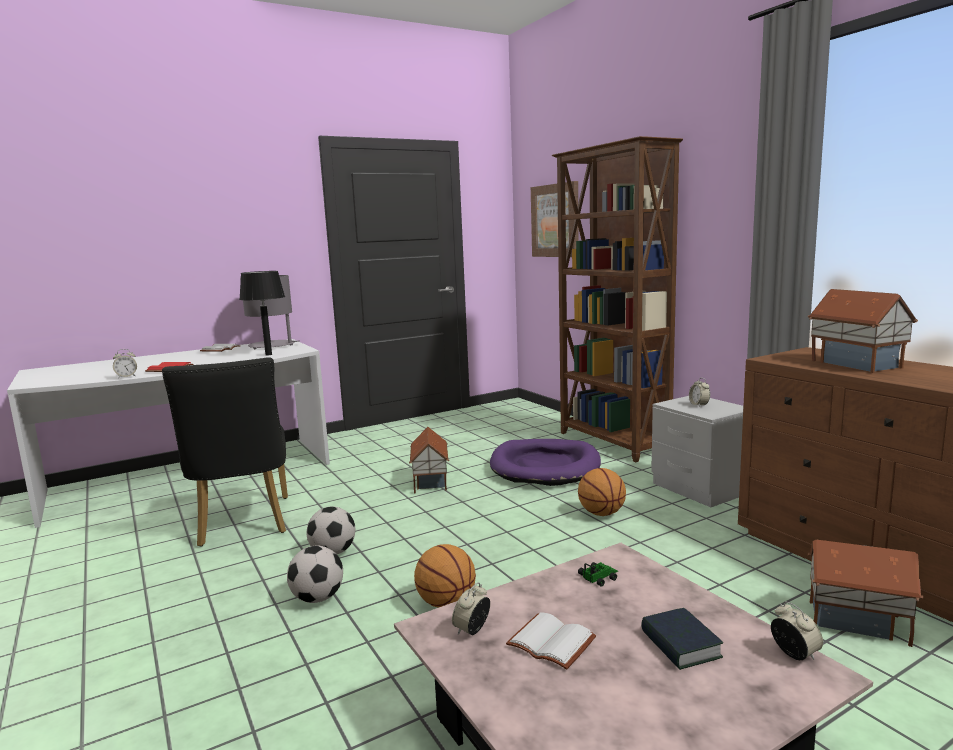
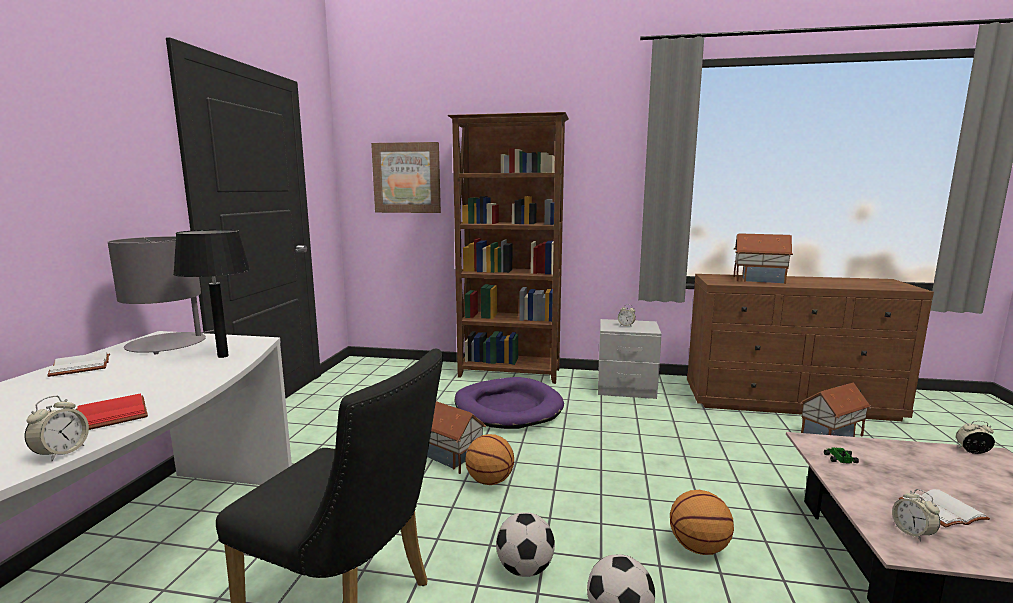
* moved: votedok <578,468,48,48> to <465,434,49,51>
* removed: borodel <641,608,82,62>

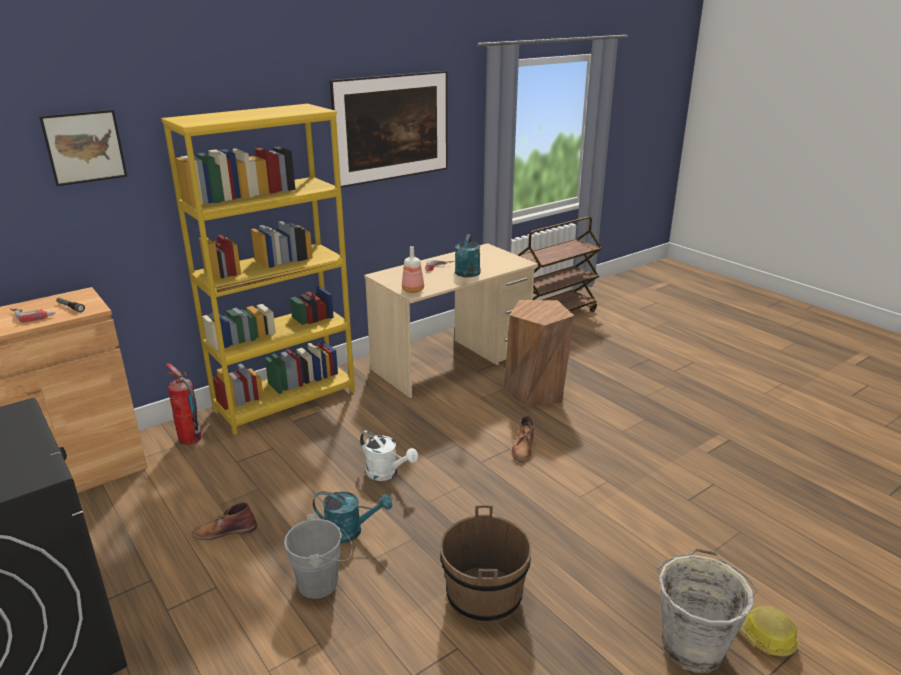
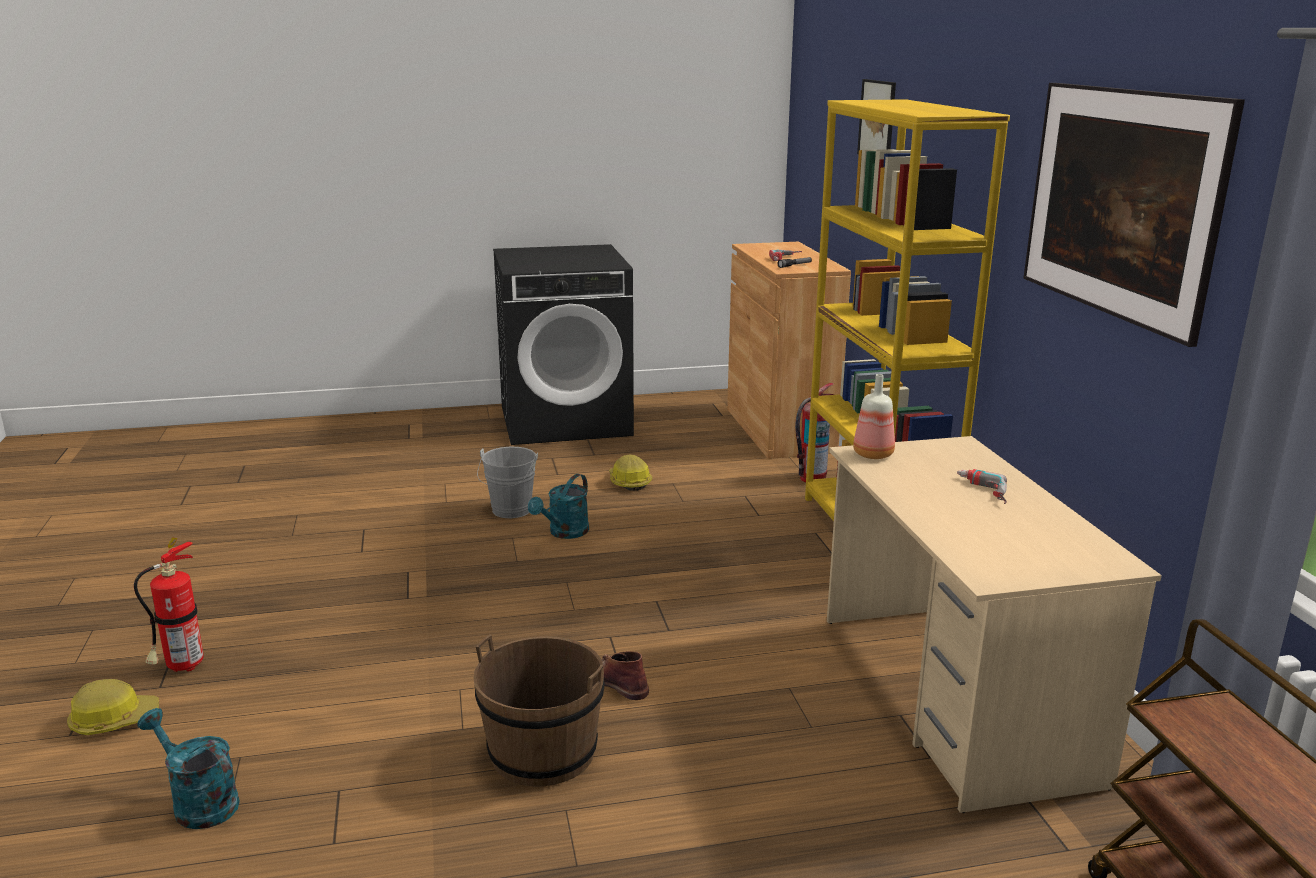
* replaced: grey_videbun <657,548,100,125> to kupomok <134,537,70,135>
* moved: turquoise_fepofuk <455,234,25,43> to <137,708,103,121>
* moved: brown_videbun <440,505,92,120> to <473,635,132,151>
* replaced: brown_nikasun <192,502,65,38> to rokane <609,455,43,36>
* removed: white_fepofuk <360,430,58,51>
* removed: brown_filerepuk <504,300,71,106>

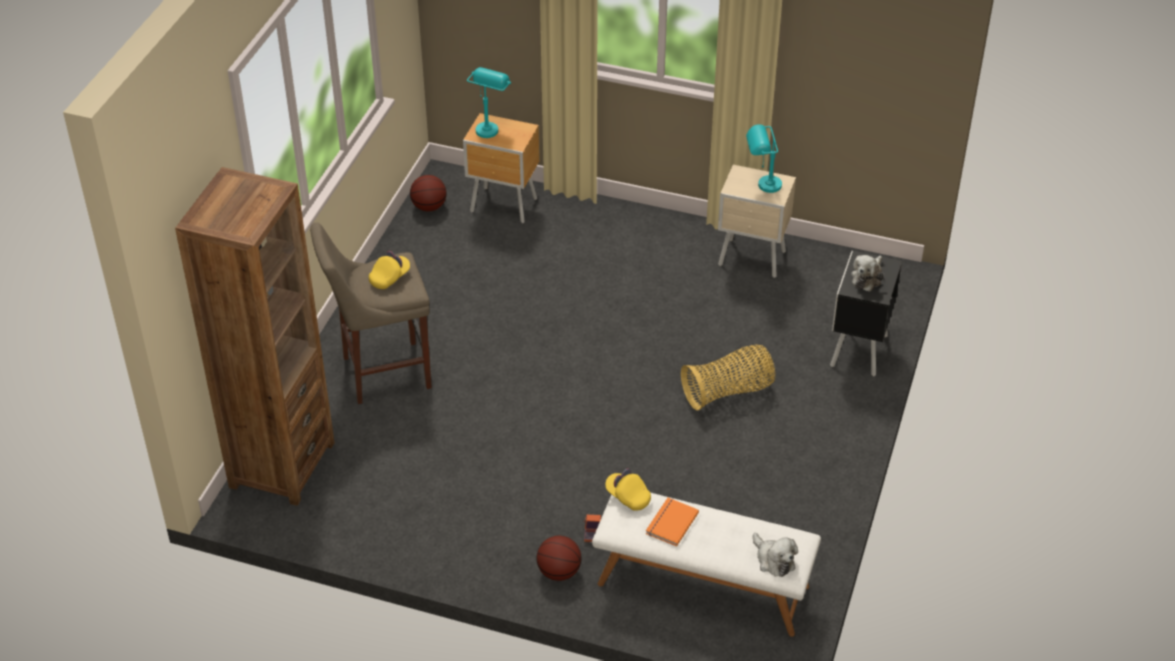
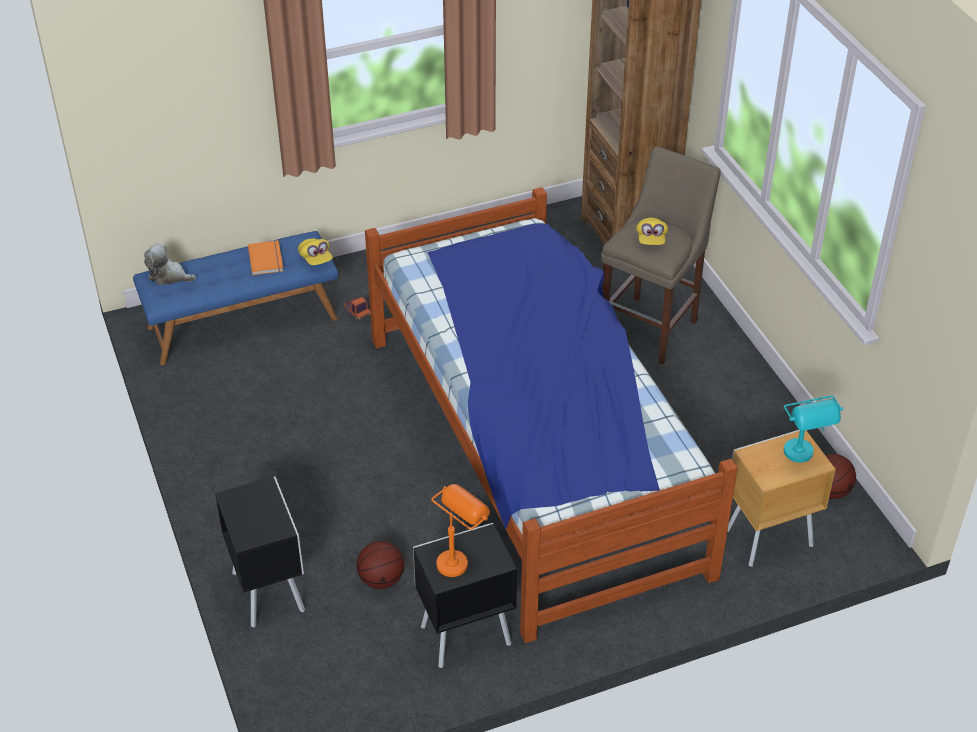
* recoloured: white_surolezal <592,493,229,144> to blue_surolezal <133,231,205,134>
* turned: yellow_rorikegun <605,468,46,43> = <298,239,35,26> 60 degrees clockwise
* moved: votedok <537,536,44,45> to <357,541,47,48>
* added: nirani <365,187,373,456>
* recoloured: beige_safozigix <718,165,78,113> to black_safozigix <413,523,104,145>
* recoloured: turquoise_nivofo <746,124,36,69> to orange_nivofo <431,484,59,93>
* removed: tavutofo <681,345,94,65>
* removed: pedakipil <851,255,33,37>

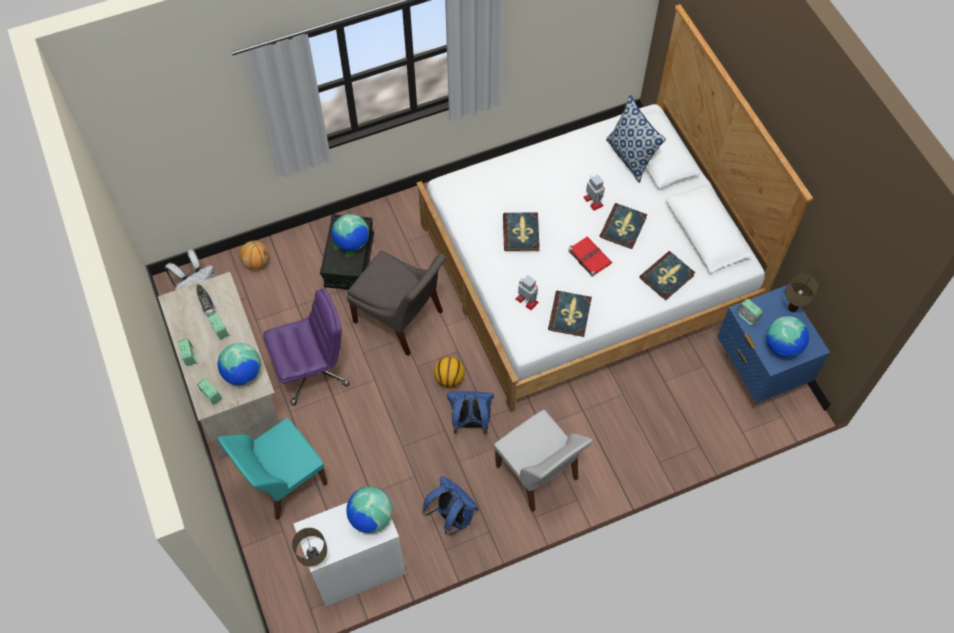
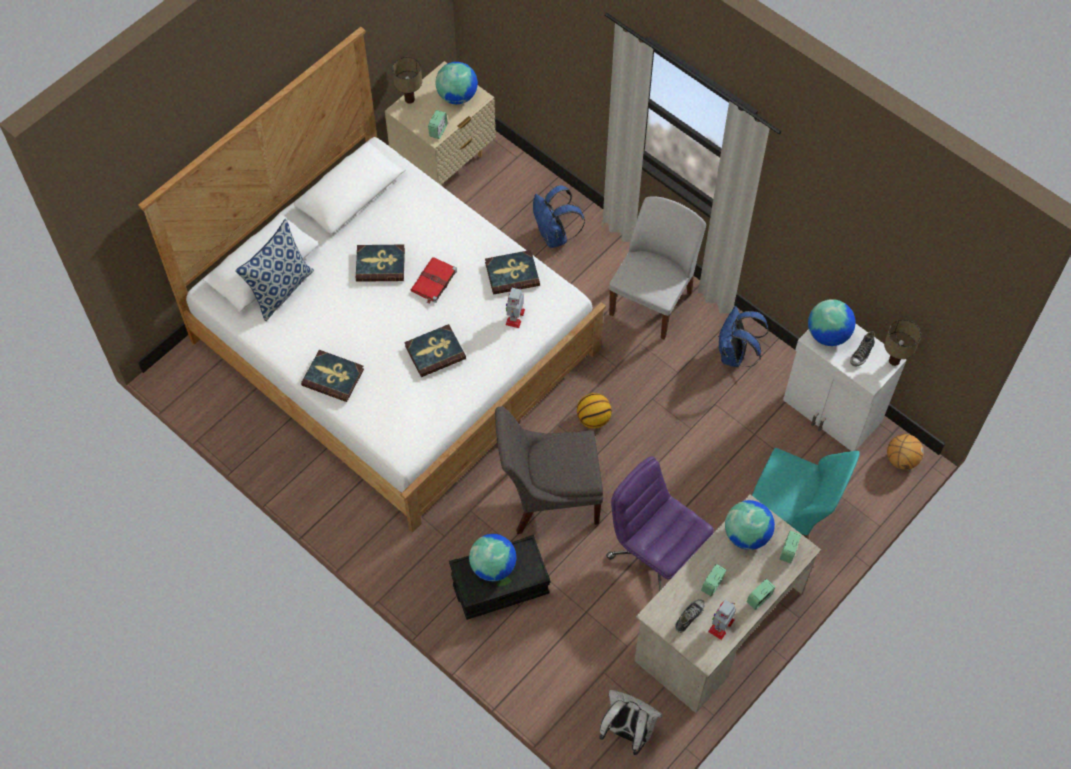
* moved: borodel <640,251,55,49> to <301,350,63,52>
* recoloured: blue_safozigix <717,285,113,119> to beige_safozigix <385,61,111,124>
* turned: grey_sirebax <347,251,99,105> = <495,406,108,128> 105 degrees counterclockwise
* moved: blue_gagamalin <447,391,47,43> to <533,185,52,63>
* moved: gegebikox <583,175,22,36> to <708,600,28,40>
* added: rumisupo <850,331,25,35>
* moved: votedok <239,241,30,29> to <887,434,37,36>

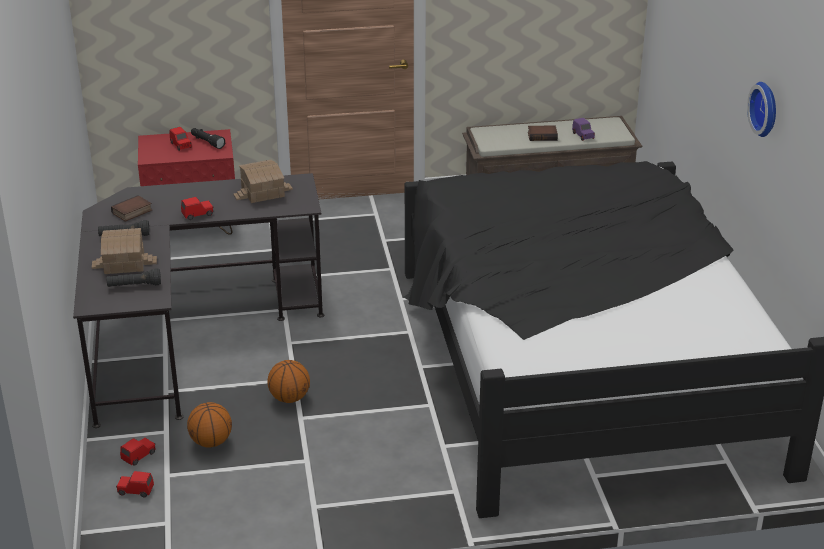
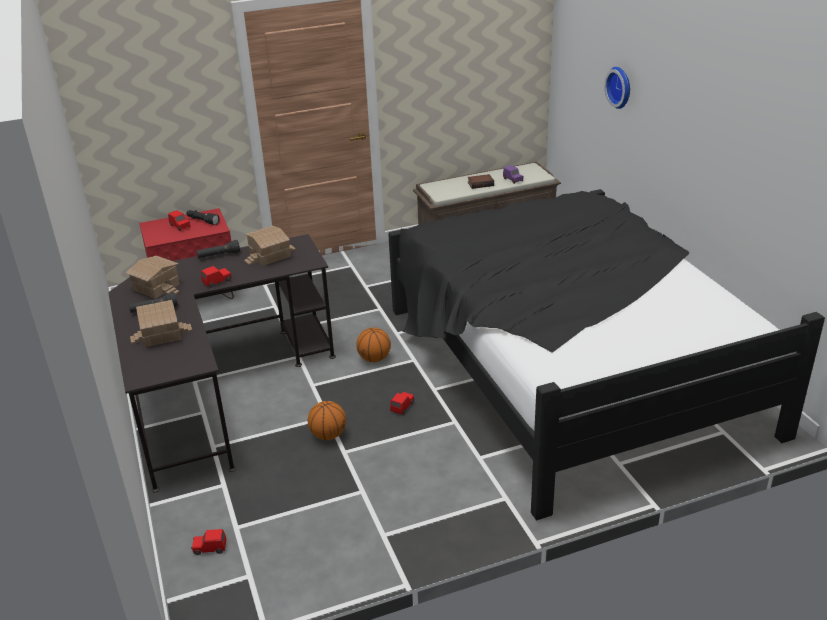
* replaced: borodel <111,195,41,27> to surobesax <125,256,55,43>
* moved: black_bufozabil <106,268,55,19> to <196,240,44,18>
* moved: votedok <187,402,45,46> to <356,327,35,35>
* moved: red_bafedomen <120,438,36,28> to <390,392,24,23>
* moved: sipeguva <747,82,29,55> to <604,67,26,42>

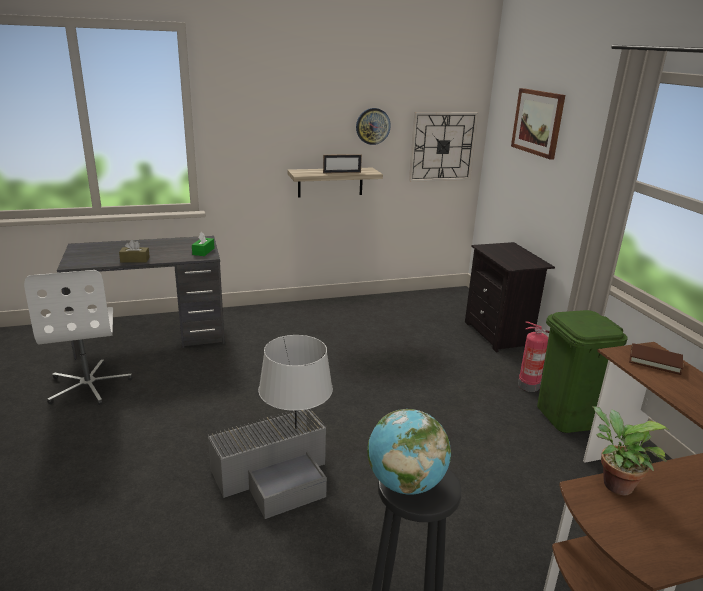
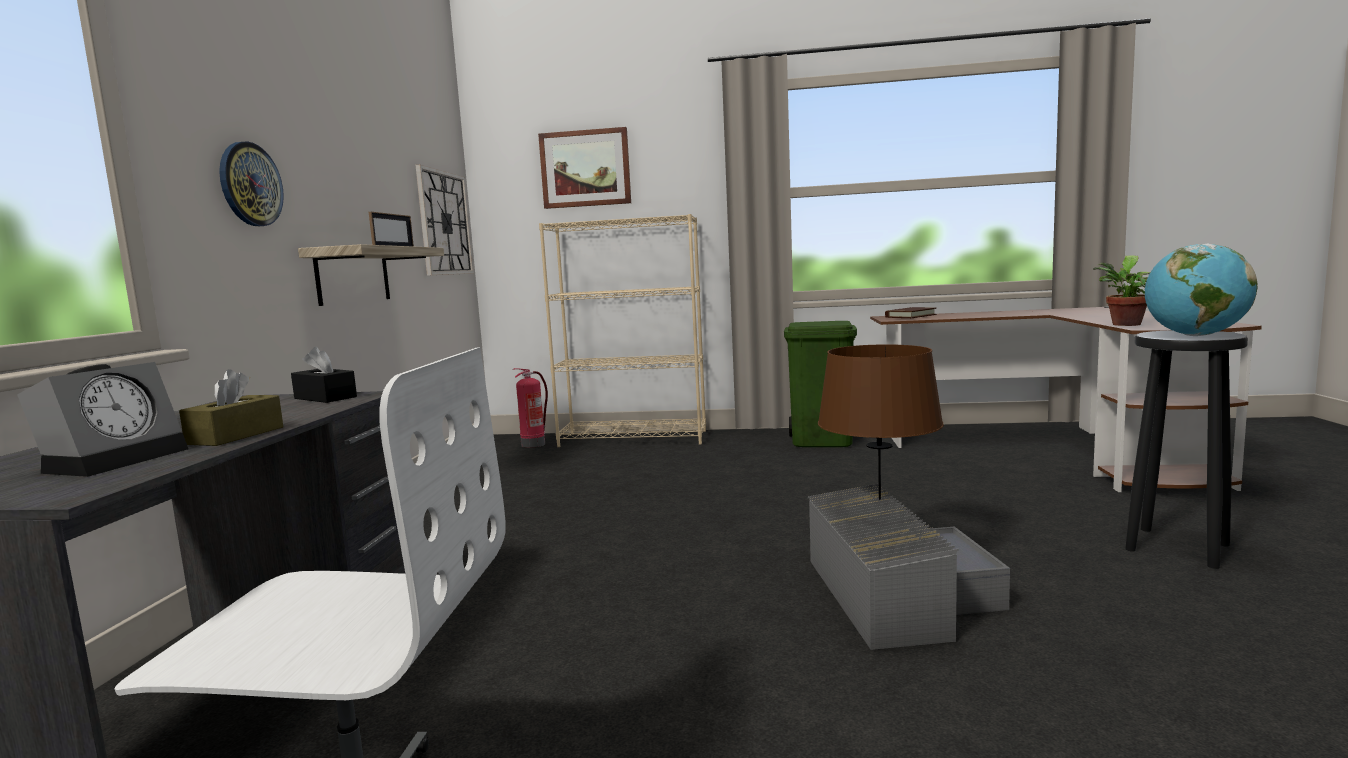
* added: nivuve <17,362,171,115>
* moved: sipeguva <356,108,35,37> to <219,141,65,85>
* recoloured: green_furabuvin <192,232,22,24> to black_furabuvin <291,346,66,57>
* moved: kupomok <518,321,32,71> to <514,368,34,80>
* replaced: black_safozigix <465,242,90,110> to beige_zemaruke <539,214,167,233>
* recoloured: grey_nivofo <258,335,75,94> to brown_nivofo <818,344,126,156>

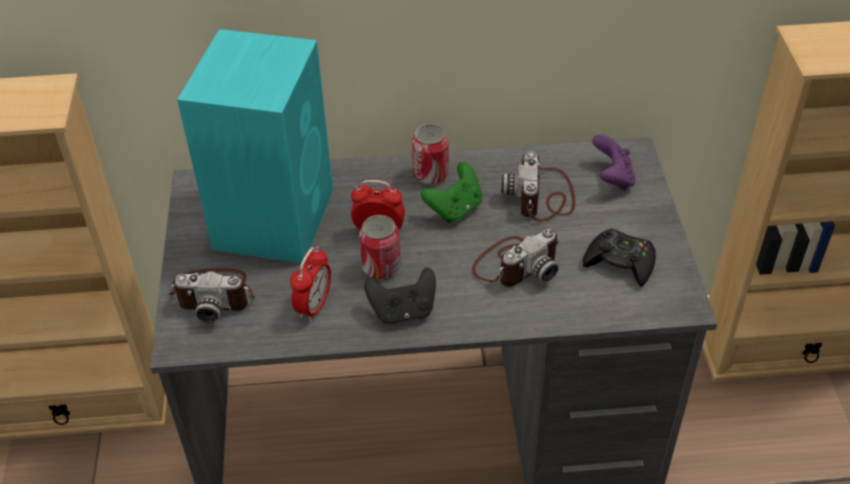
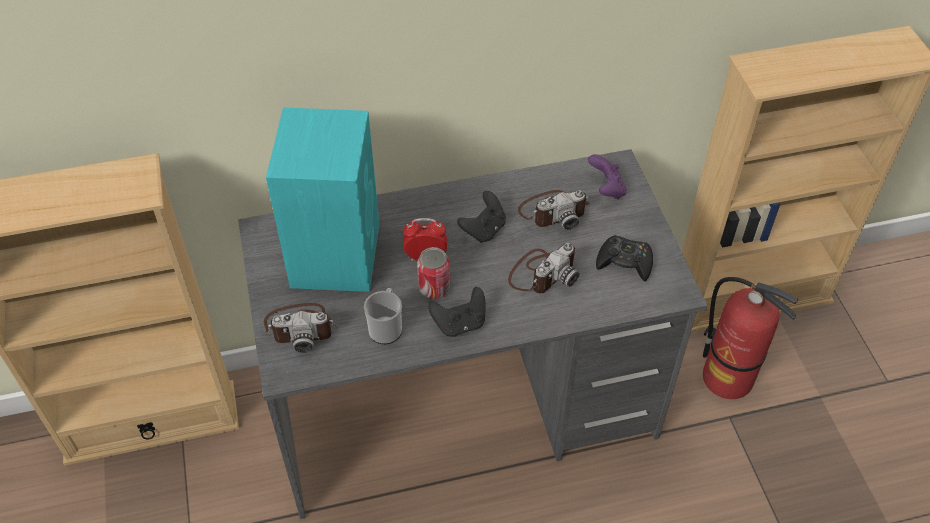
* replaced: nivuve <290,246,41,75> to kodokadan <364,288,38,56>
* recoloured: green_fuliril <421,162,61,61> to black_fuliril <457,191,49,52>
* turned: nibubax <501,151,74,71> = <518,190,72,40> 105 degrees counterclockwise
* added: kupomok <703,277,95,122>
* removed: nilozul <412,124,37,61>

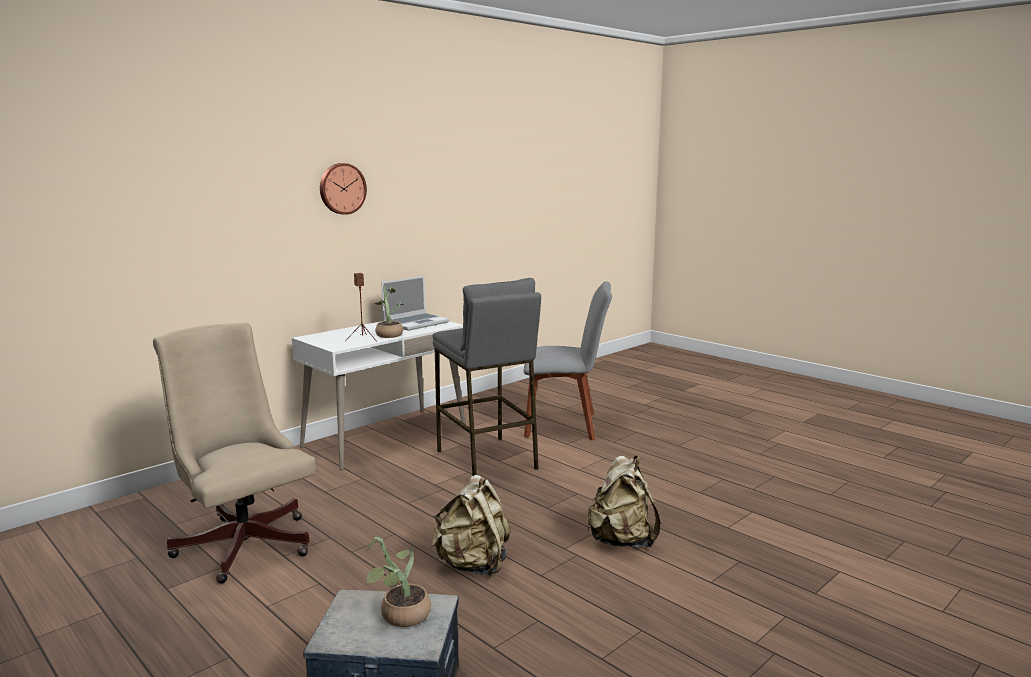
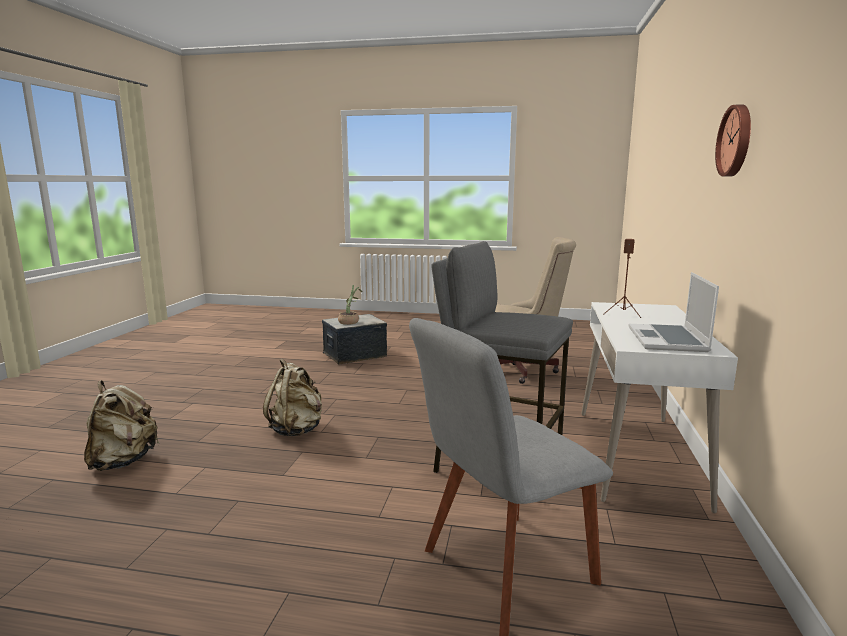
* moved: beige_gagamalin <431,475,80,102> to <84,380,75,91>
* removed: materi <375,285,29,53>

